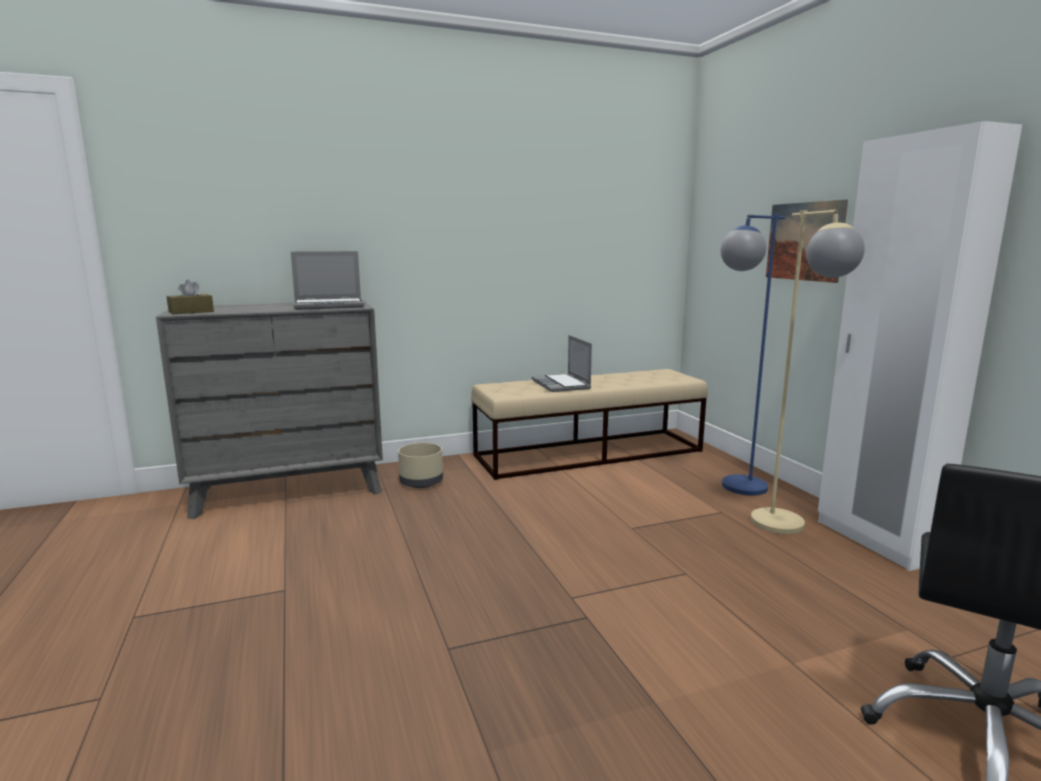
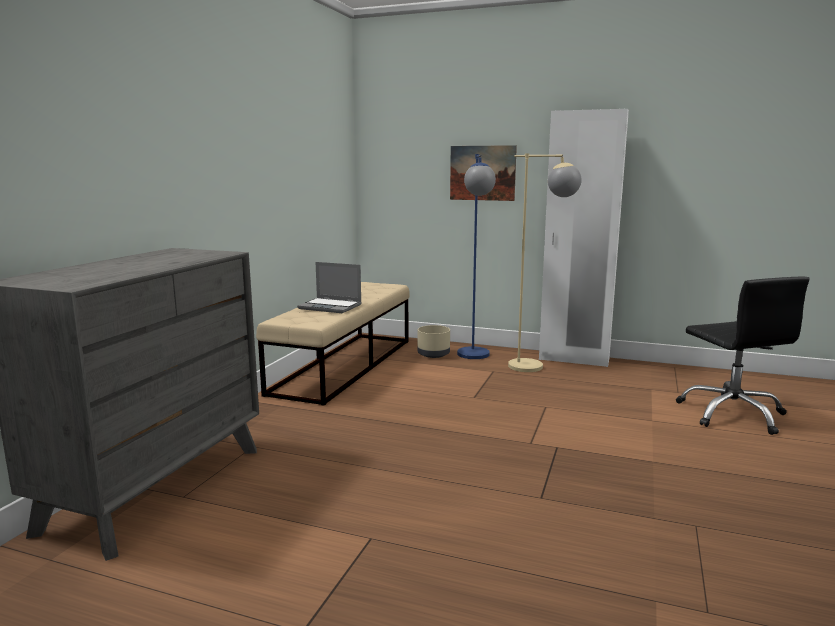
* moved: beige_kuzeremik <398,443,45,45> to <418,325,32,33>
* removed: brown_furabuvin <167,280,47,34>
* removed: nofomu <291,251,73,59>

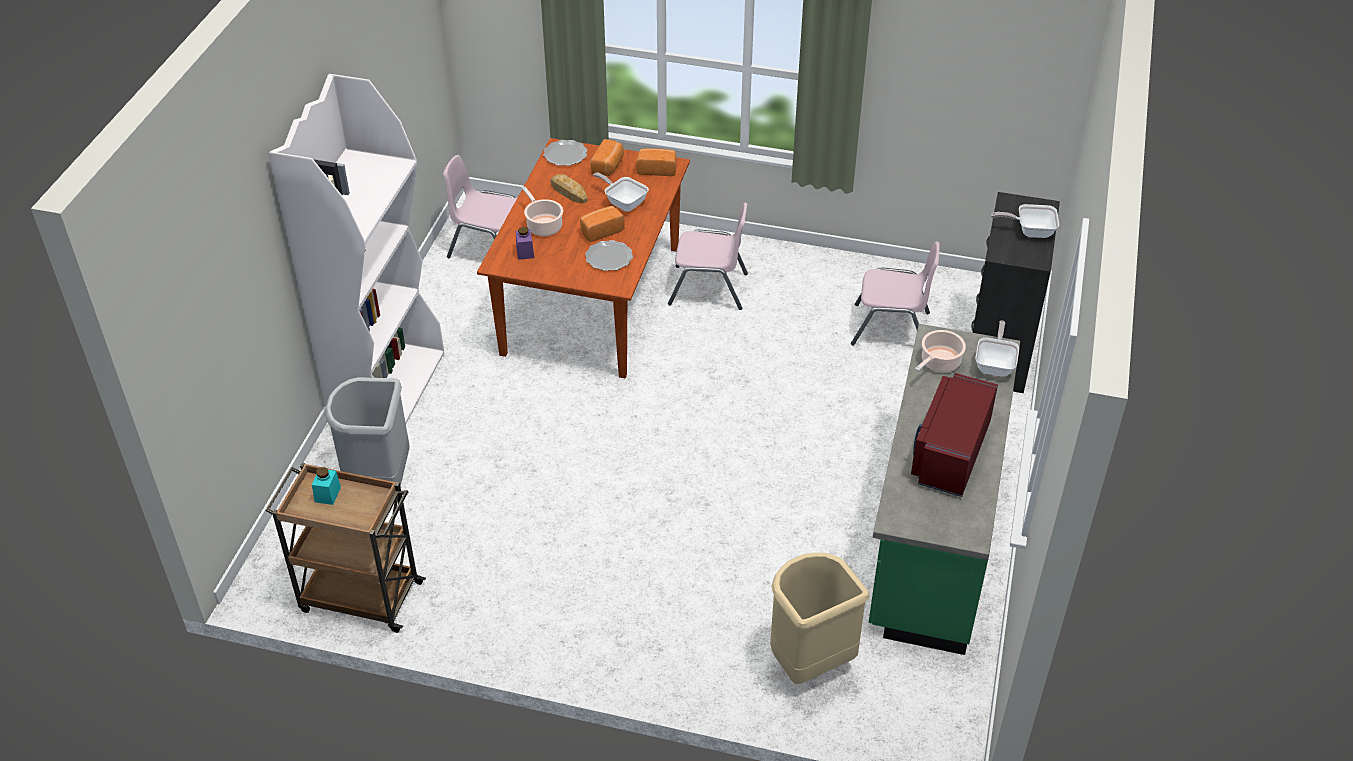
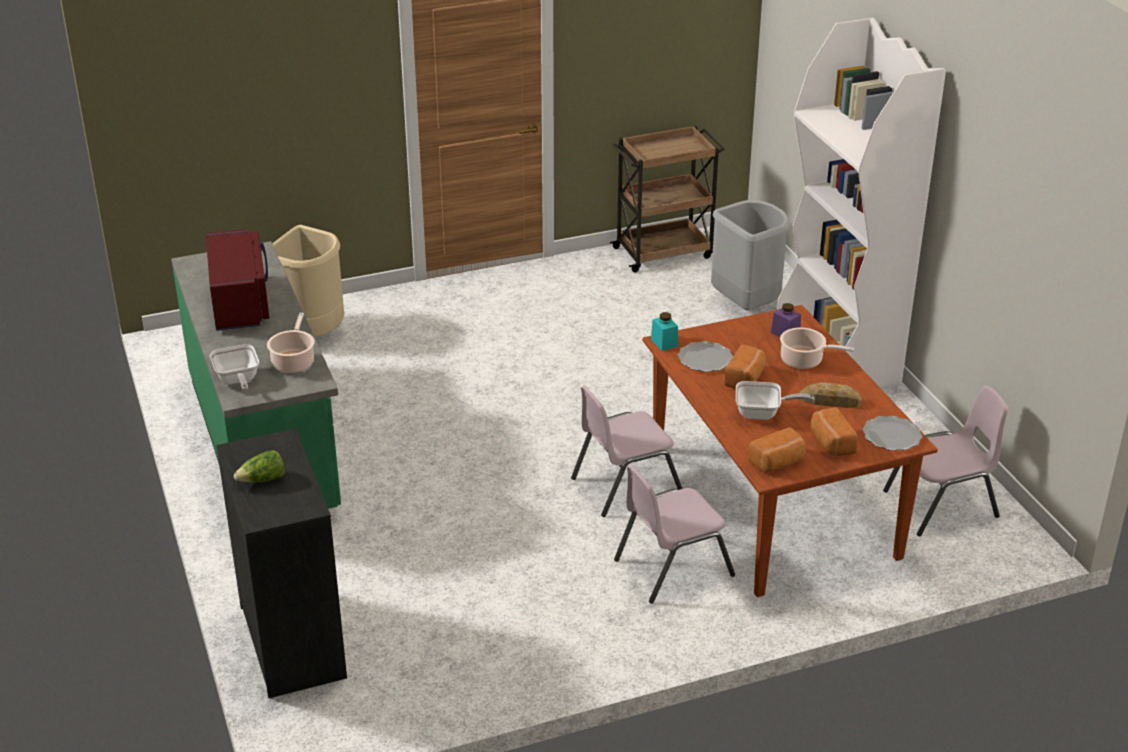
* replaced: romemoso <991,204,68,34> to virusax <234,450,51,33>
* moved: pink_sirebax <851,241,89,104> to <571,385,112,132>
* moved: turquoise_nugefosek <312,467,29,38> to <651,312,27,39>

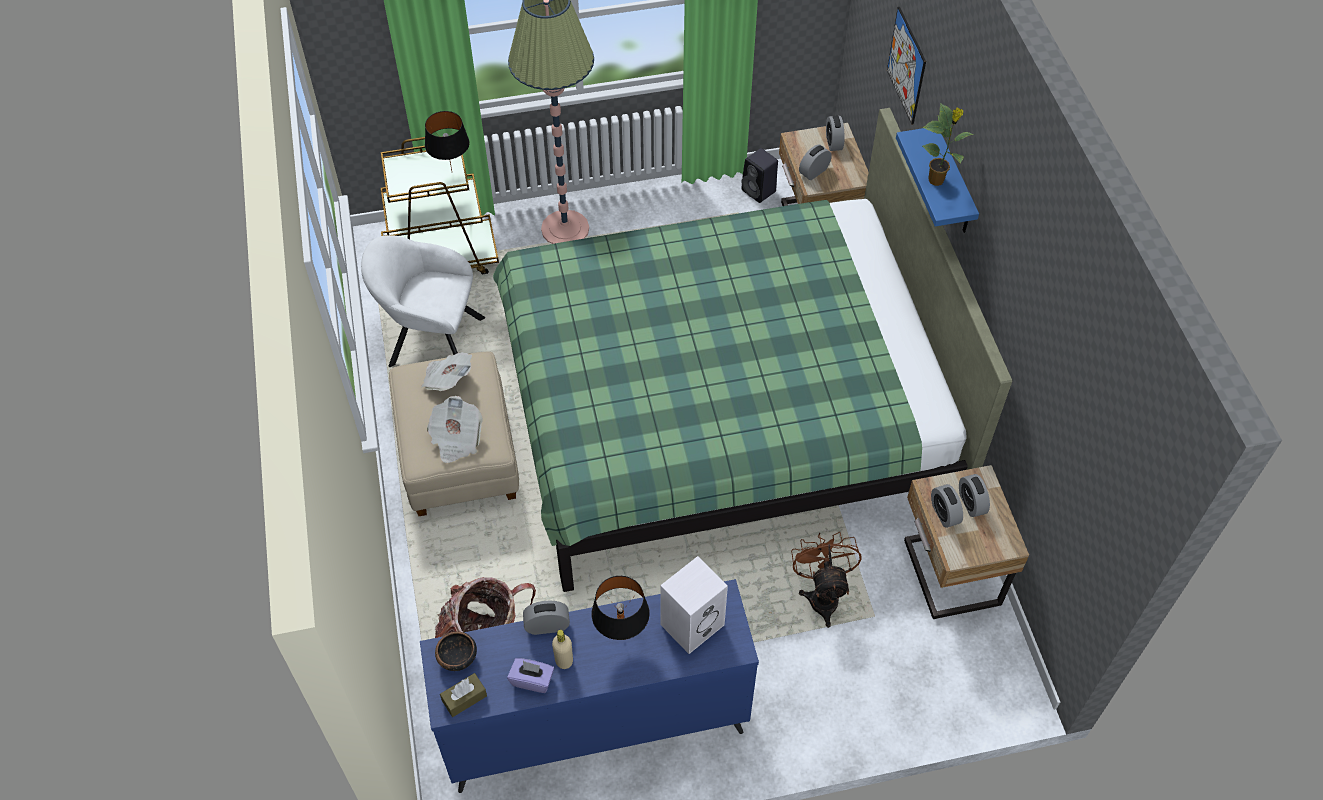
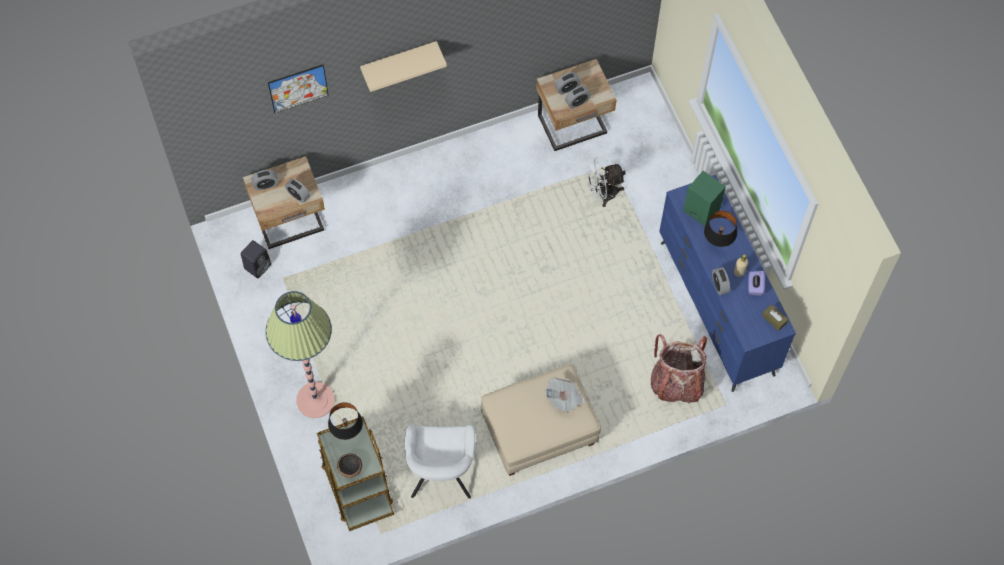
* moved: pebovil <435,632,42,39> to <337,453,25,25>
* recoloured: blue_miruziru <896,128,83,105> to beige_miruziru <360,41,87,51>
* recoloured: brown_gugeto <791,532,70,96> to white_gugeto <585,157,41,50>
* recoloured: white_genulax <661,556,67,98> to green_genulax <683,171,43,55>
* removed: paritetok <421,352,51,39>
* removed: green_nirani <493,108,519,484>
* removed: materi <922,103,53,83>

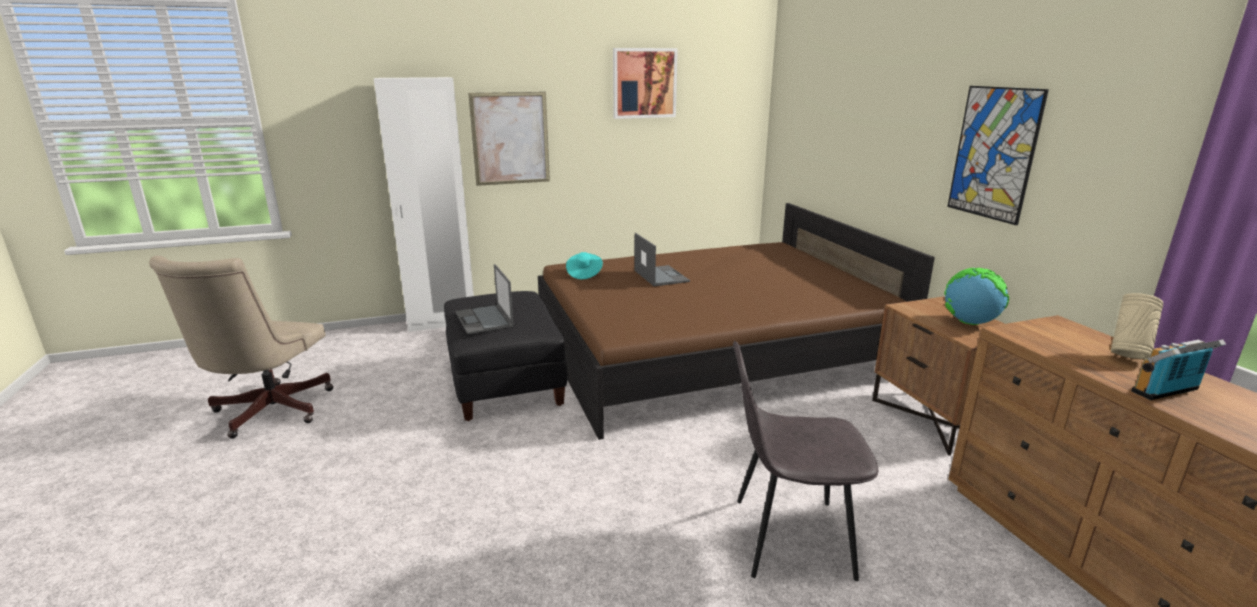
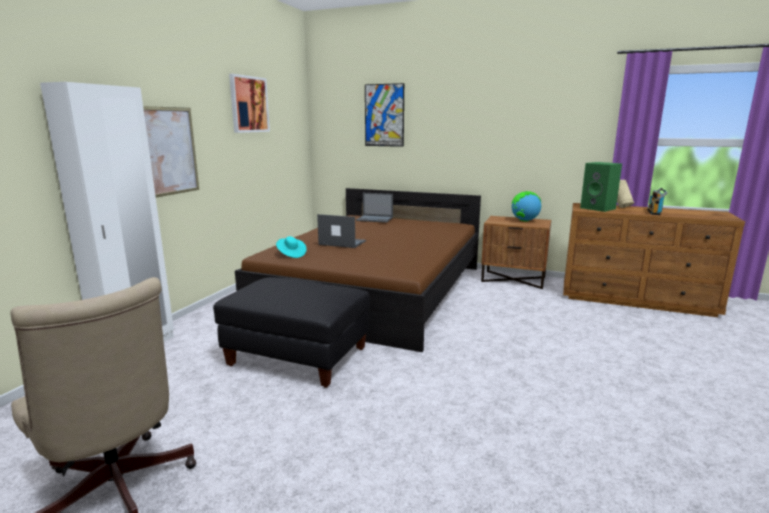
* moved: nofomu <456,264,58,70> to <356,193,37,30>
* moved: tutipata <947,86,102,139> to <365,83,39,64>
* added: green_genulax <580,162,42,50>
* removed: grey_sirebax <733,341,146,240>

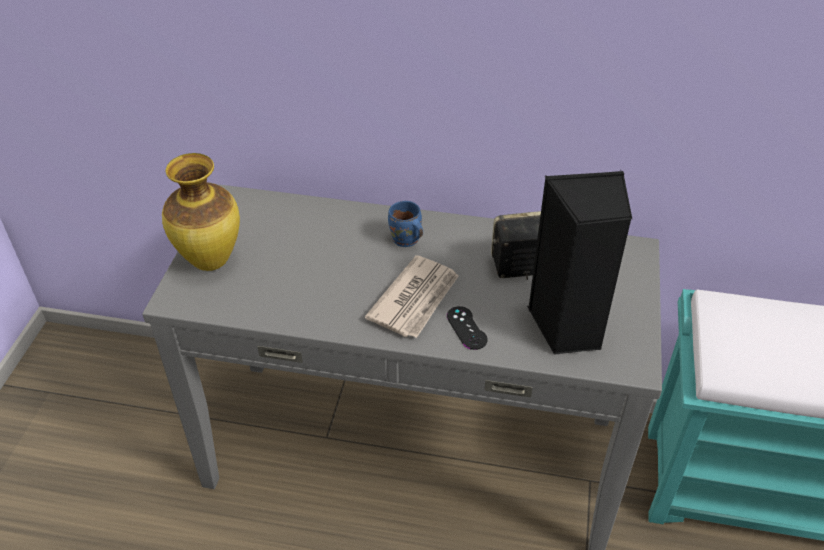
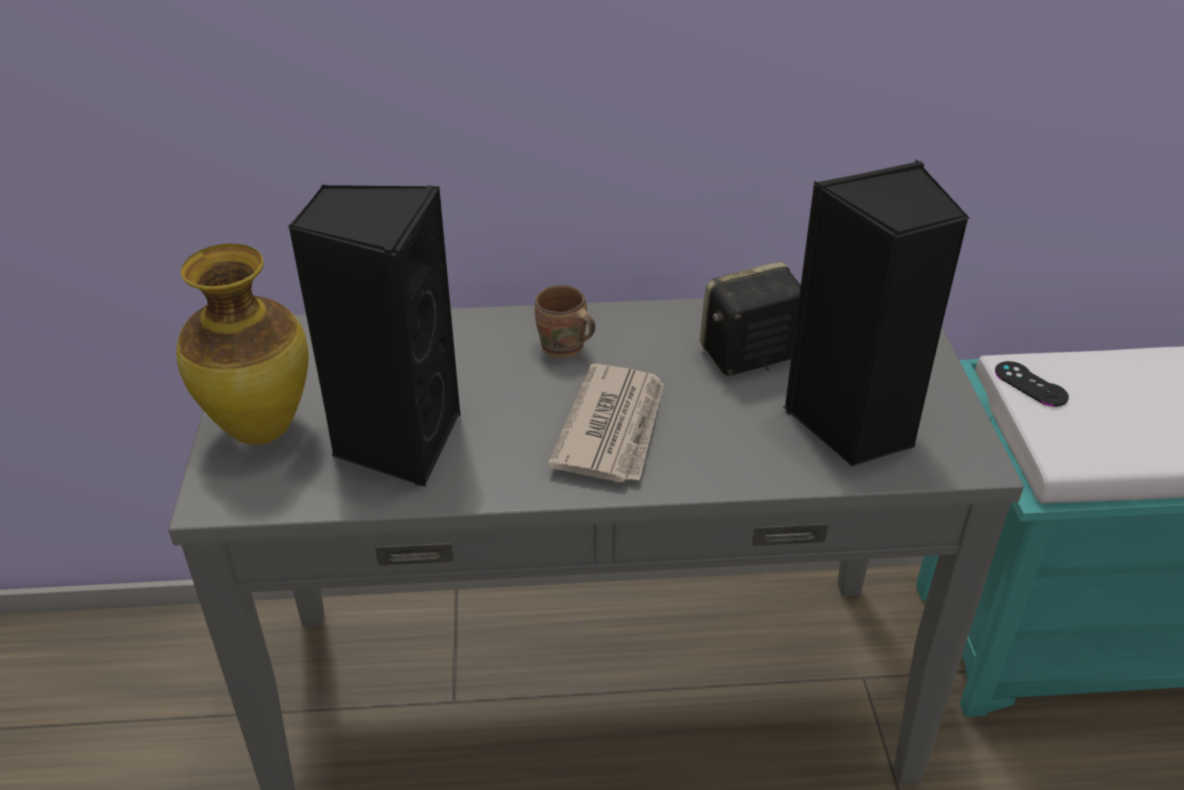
* added: black_genulax <288,184,173,303>
* recoloured: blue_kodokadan <388,201,35,46> to brown_kodokadan <535,285,60,73>
* moved: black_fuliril <447,306,41,44> to <995,361,74,46>

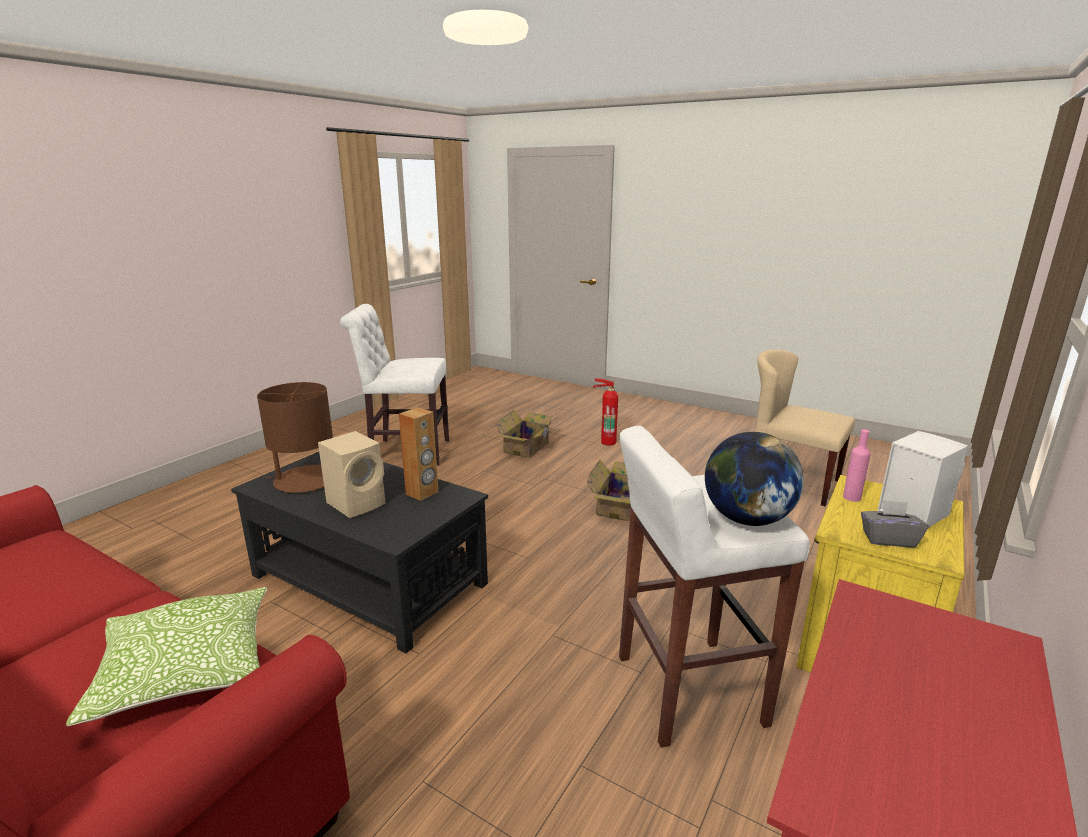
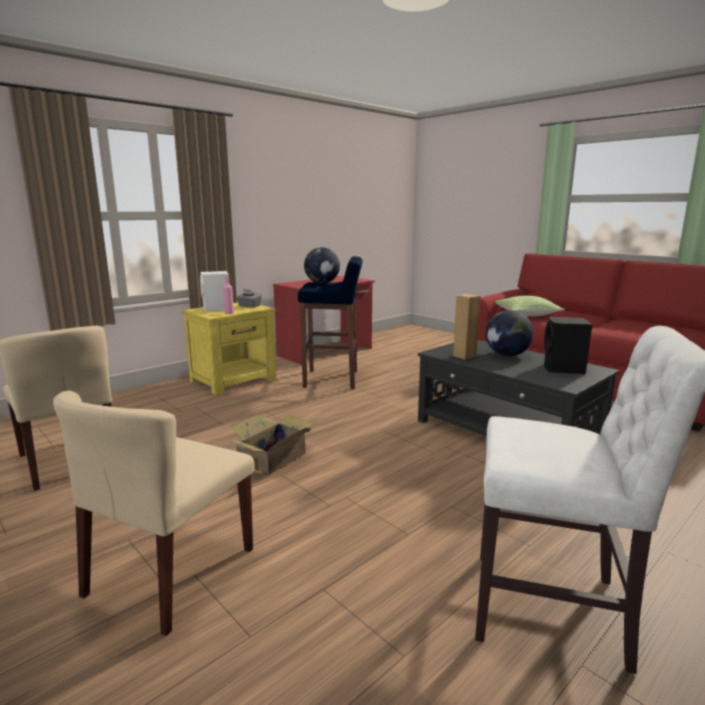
* replaced: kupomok <593,378,25,67> to beige_sirebax <53,391,202,245>
* recoloured: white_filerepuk <619,426,191,322> to blue_filerepuk <298,256,65,133>
* replaced: beige_genulax <318,431,67,87> to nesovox <486,310,48,46>
* replaced: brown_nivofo <257,382,76,111> to black_genulax <544,317,48,57>
* removed: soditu <496,410,62,48>

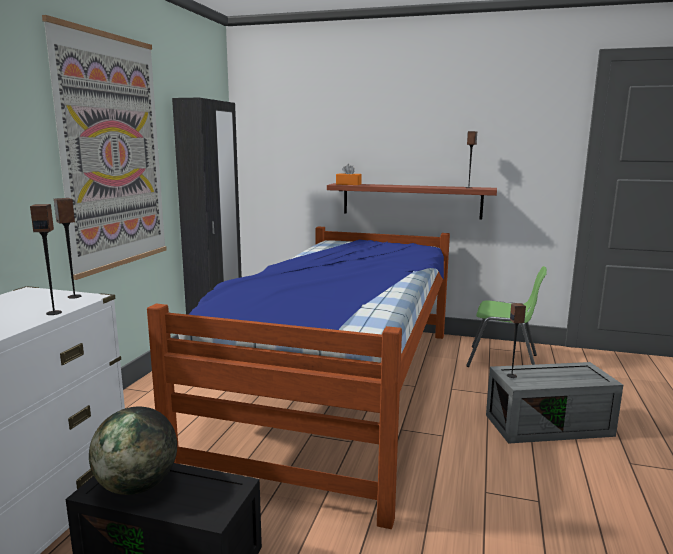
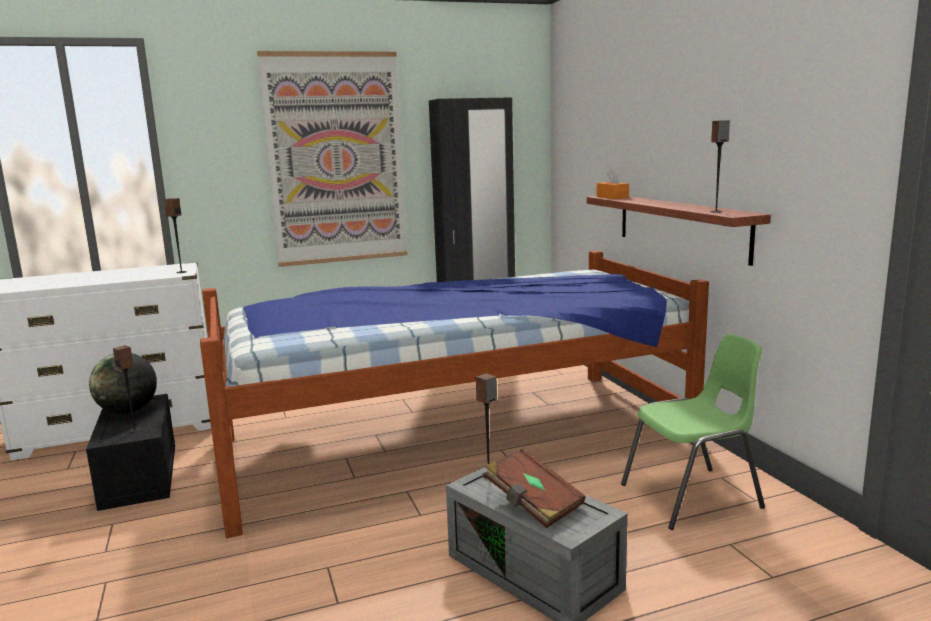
* moved: genulax <30,204,32,111> to <113,345,28,88>
* added: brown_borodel <484,448,102,80>
* turned: green_sirebax <466,266,81,101> = <621,334,144,196> 90 degrees counterclockwise

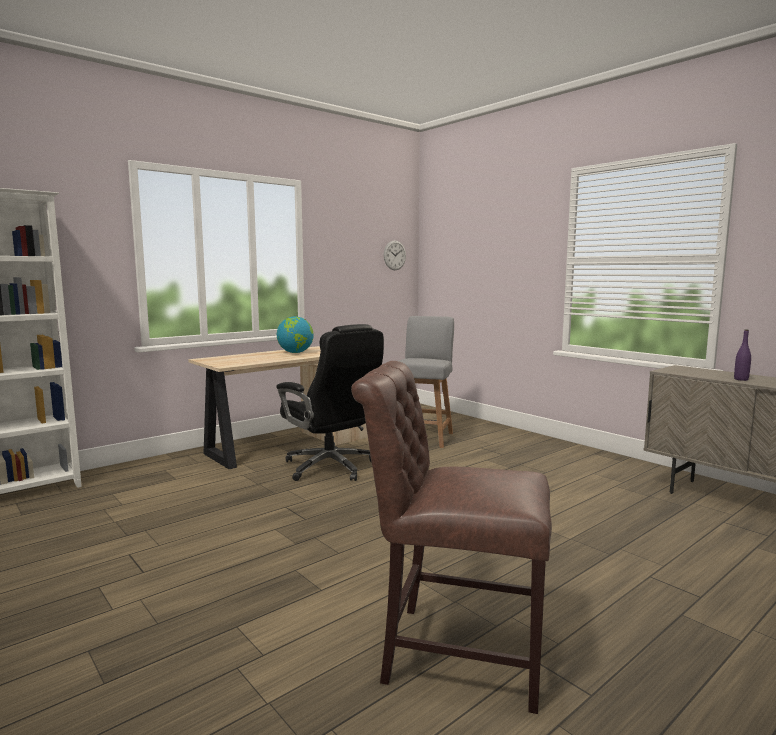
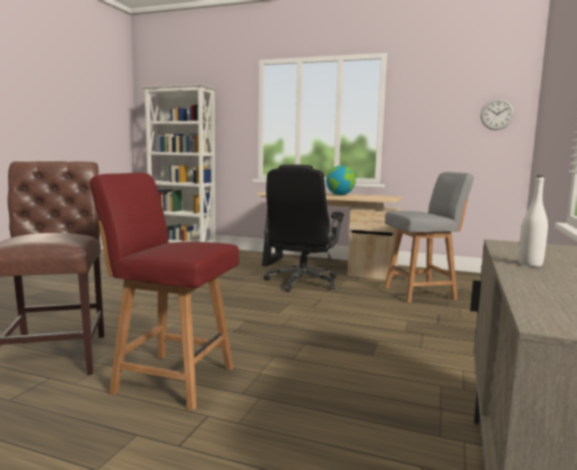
* added: red_sirebax <90,173,149,238>
* recoloured: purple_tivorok <734,329,17,52> to white_tivorok <518,175,30,92>

